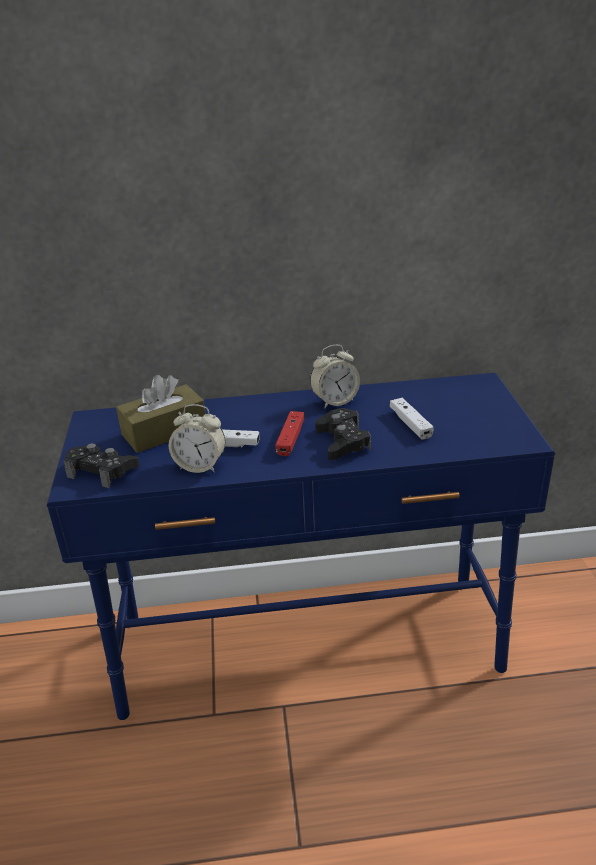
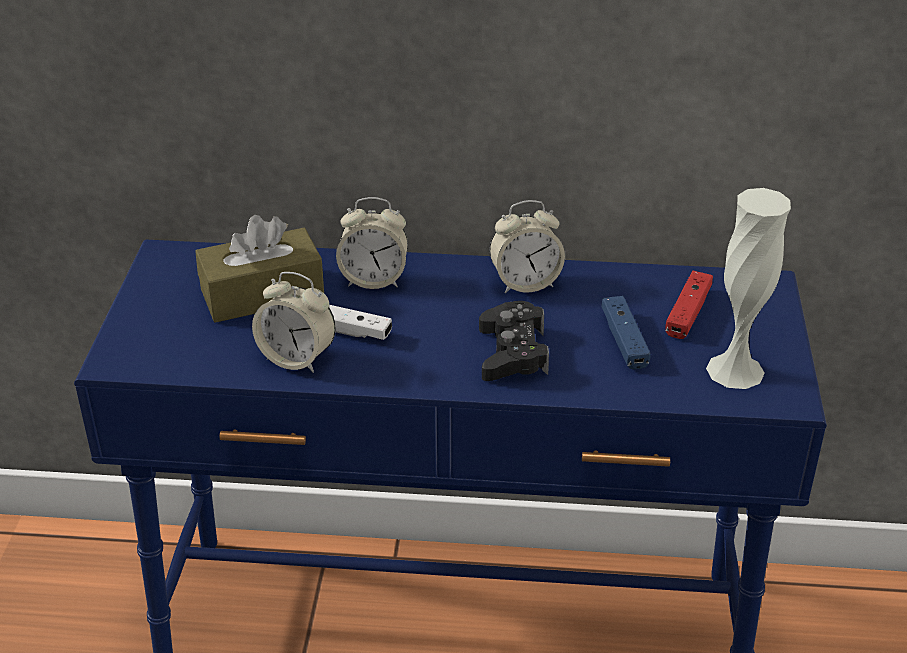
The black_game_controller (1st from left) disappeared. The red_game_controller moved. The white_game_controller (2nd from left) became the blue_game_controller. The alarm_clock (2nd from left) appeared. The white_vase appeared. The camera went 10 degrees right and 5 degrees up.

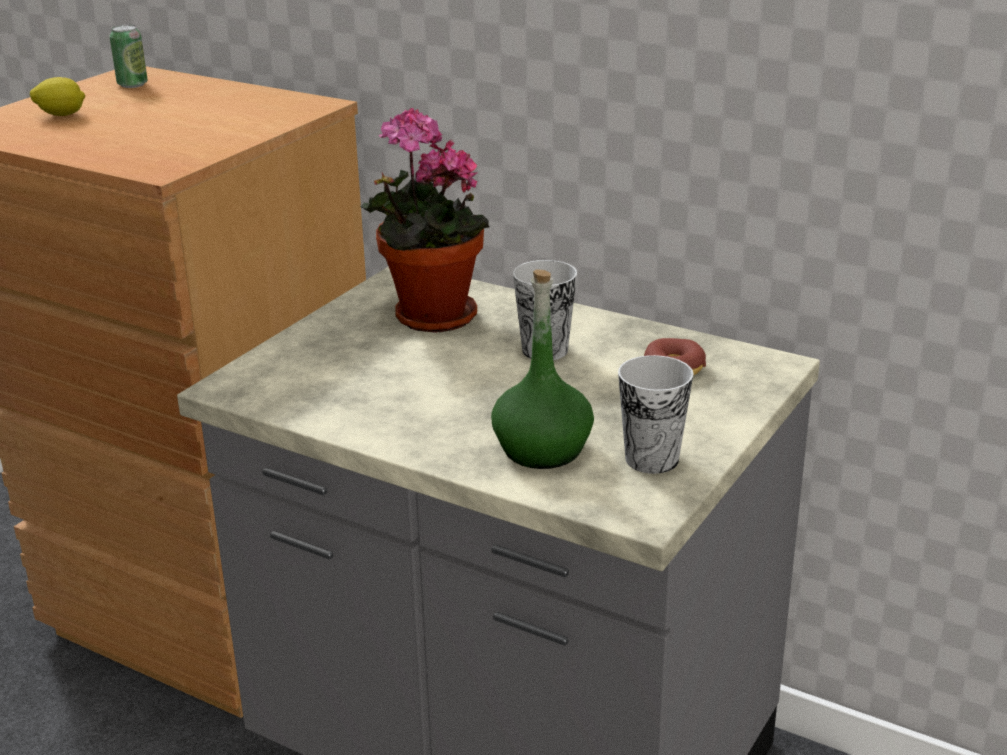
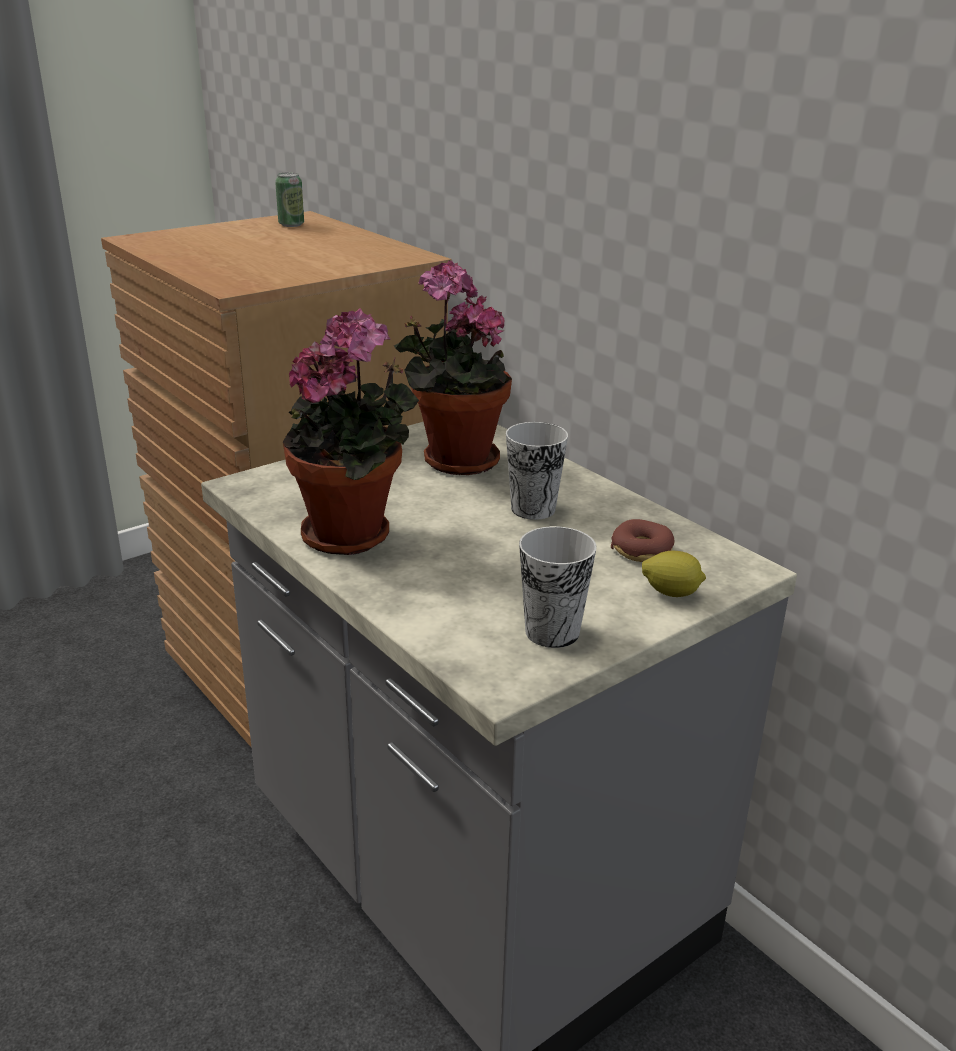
The lemon moved. The green_bottle disappeared. The potted_plant (1st from left) appeared. The camera went 20 degrees right and 0 degrees up.

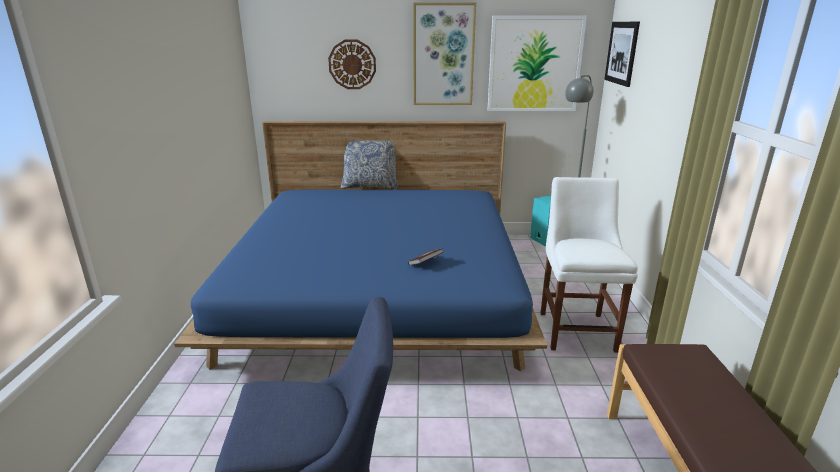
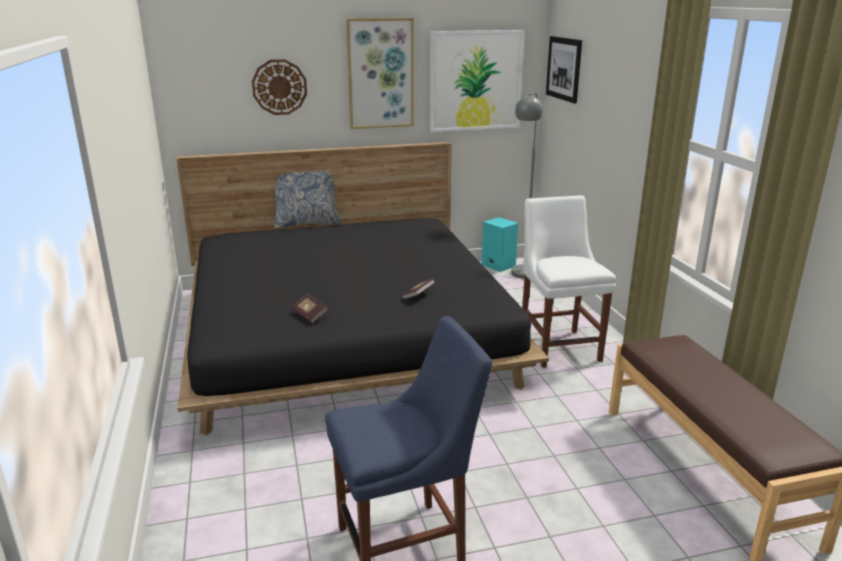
The blue_bed became the black_bed. The book (1st from left) appeared. The camera went 15 degrees left and 0 degrees up.

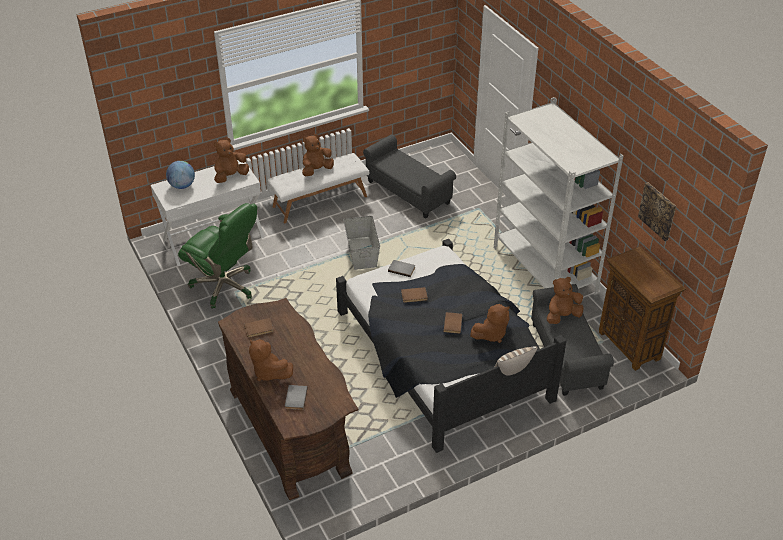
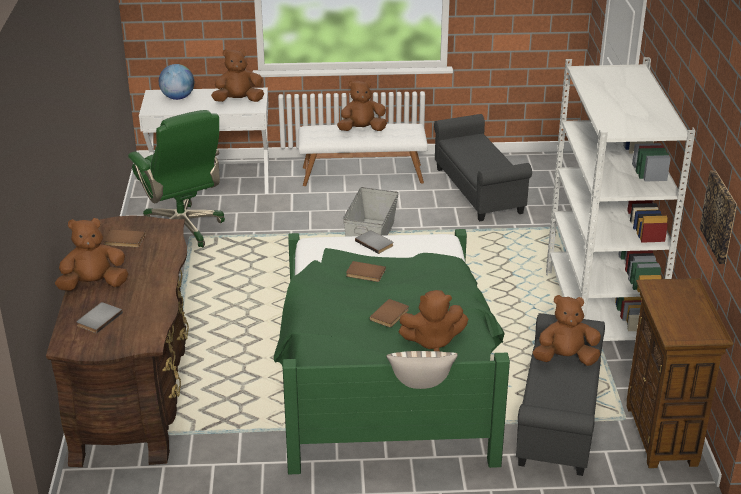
The brown_plush_toy (2nd from left in the first image) turned 90 degrees clockwise. The black_bed became the green_bed. The camera went 25 degrees right and 10 degrees down.

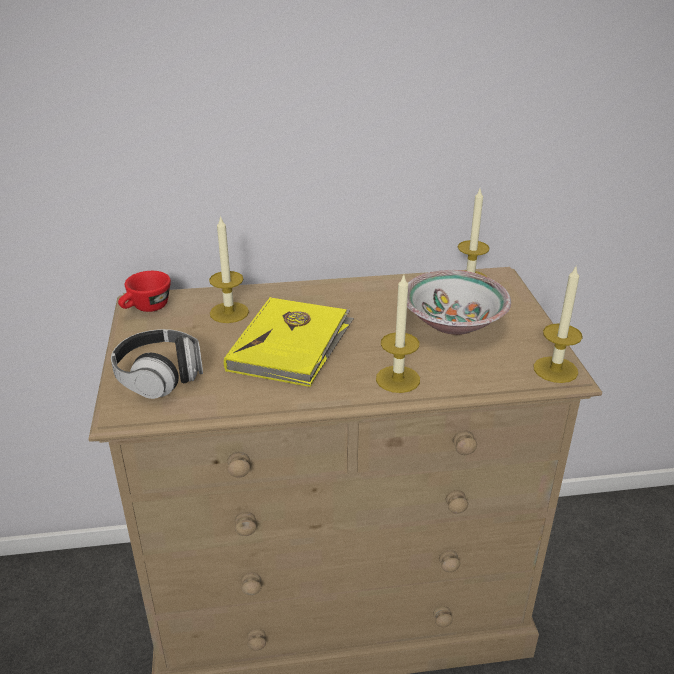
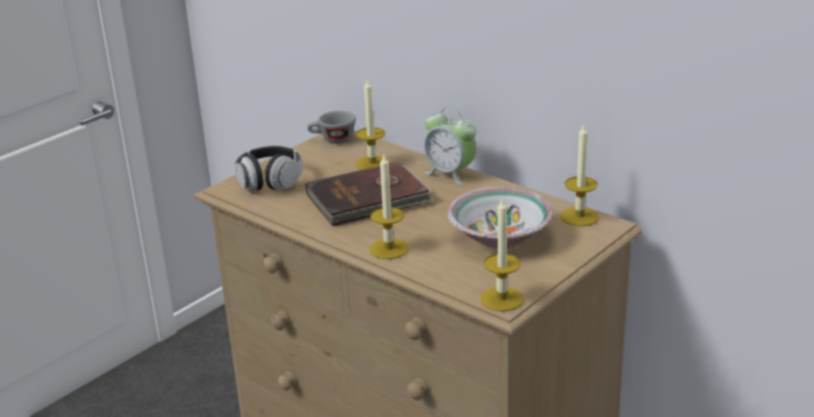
The red_cup became the grey_cup. The yellow_book became the brown_book. The alarm_clock appeared. The camera went 50 degrees right and 5 degrees down.

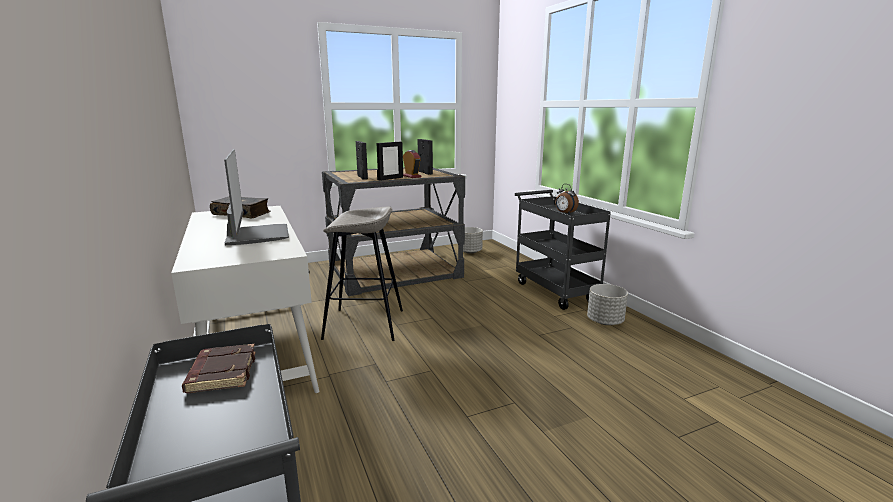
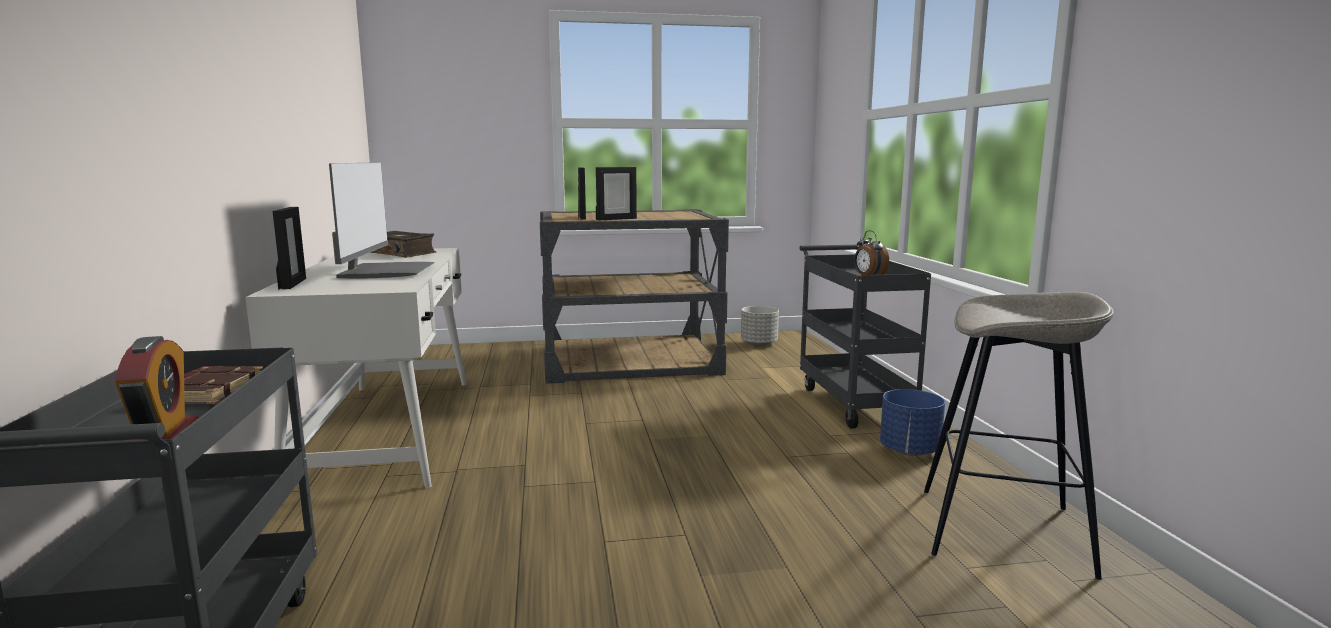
The grey_stool moved. The alarm_clock (1st from left) moved. The picture_frame (3rd from left in the first image) moved. The grey_planter (2nd from left) became the blue_planter. The camera went 15 degrees right and 5 degrees down.

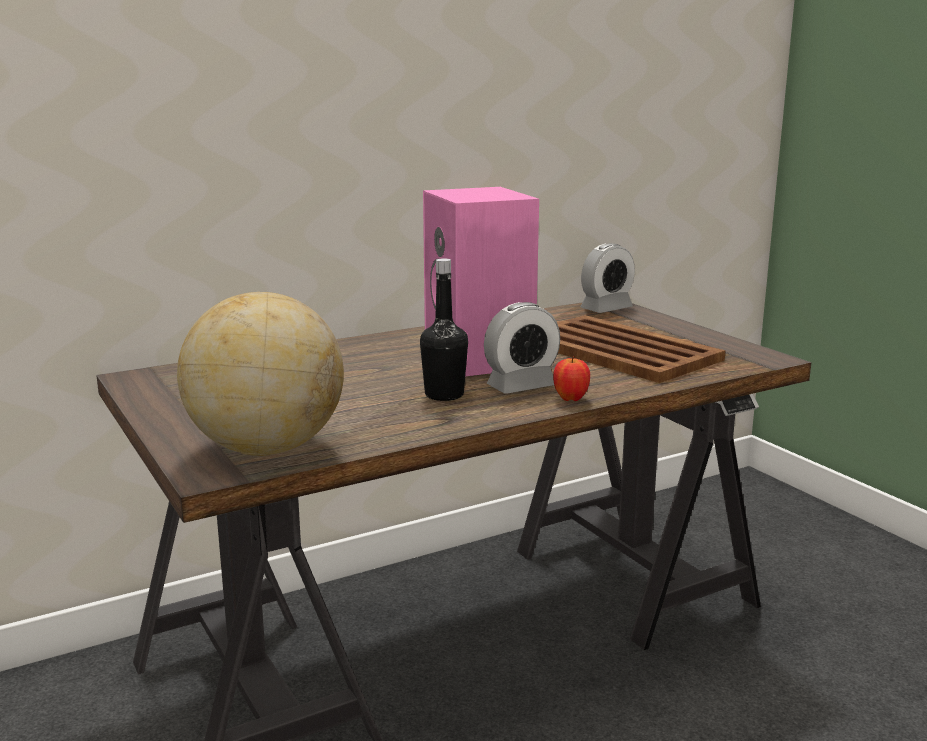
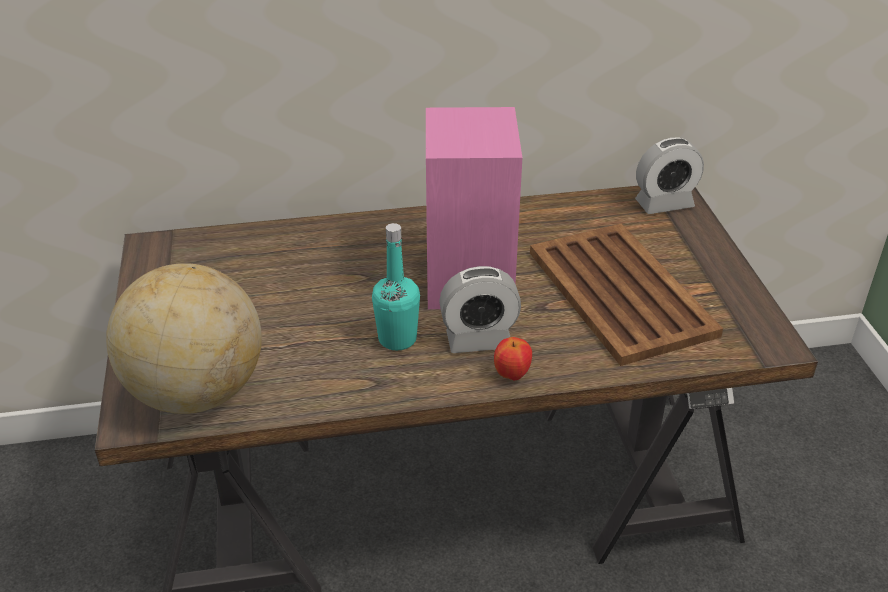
The black_bottle became the turquoise_bottle. The camera went 20 degrees right and 20 degrees up.

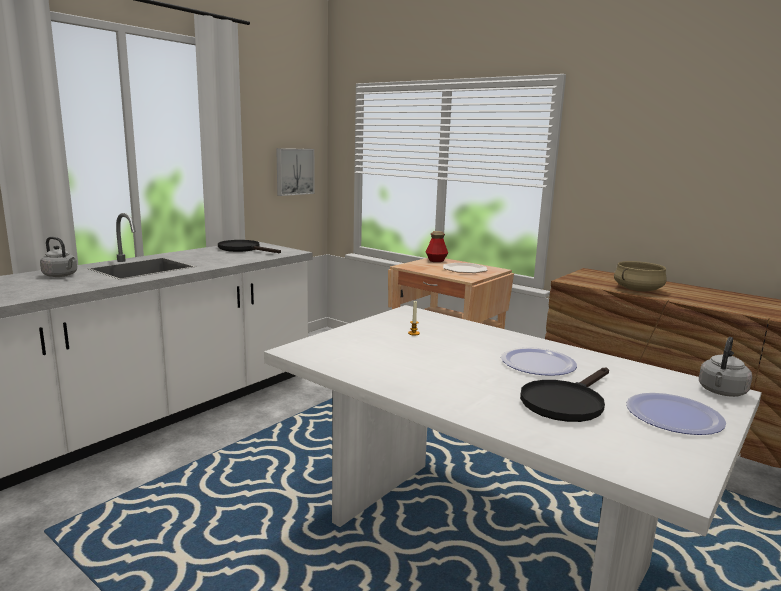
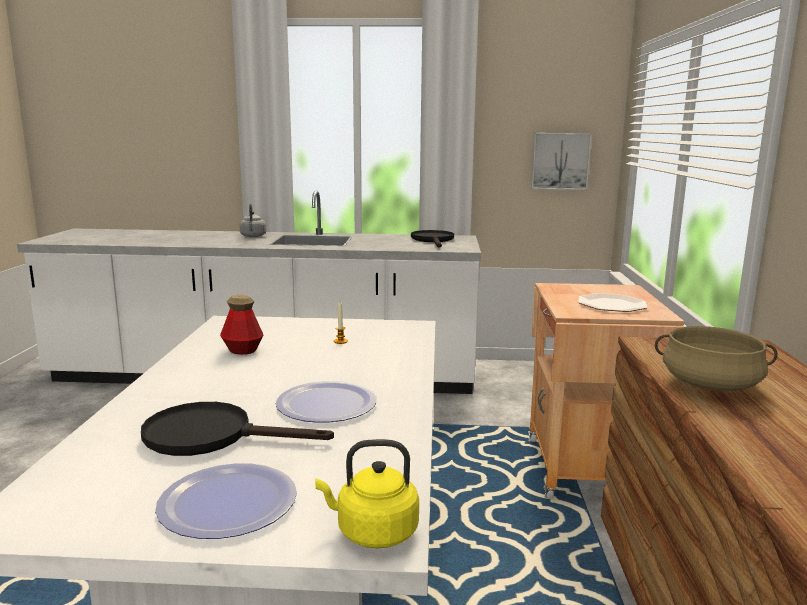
The bottle moved. The grey_kettle (2nd from left) became the yellow_kettle. The camera went 55 degrees right and 0 degrees up.

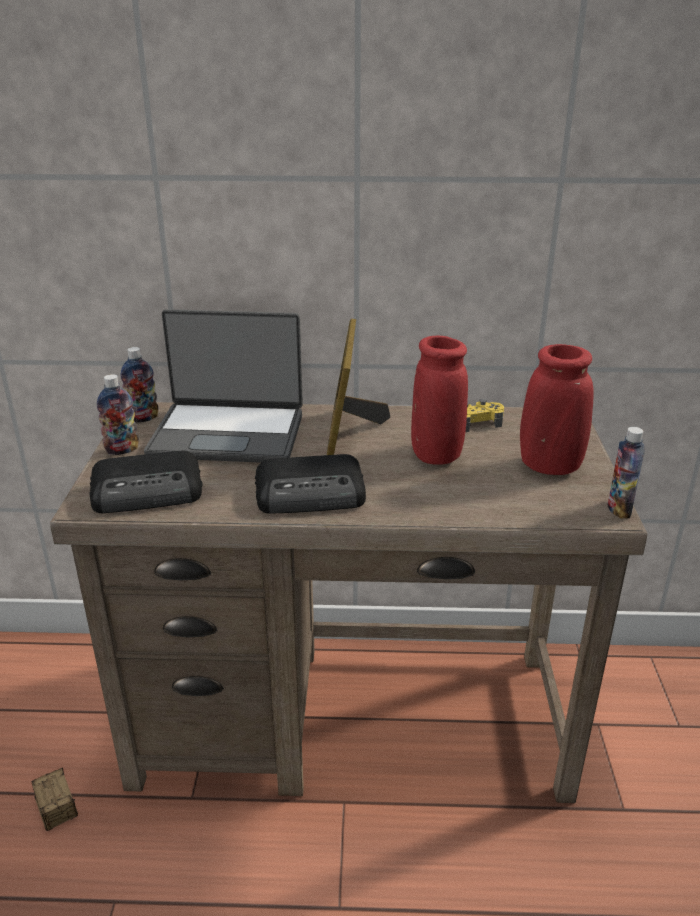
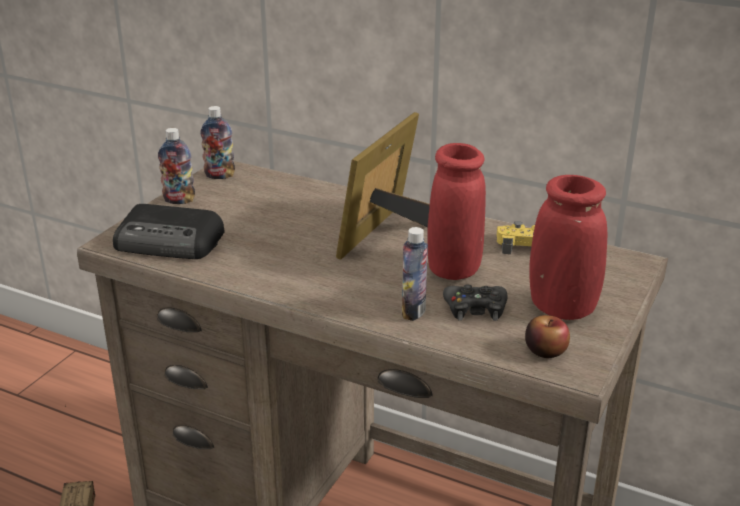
The laptop disappeared. The radio (2nd from left) disappeared. The bottle (3rd from left) moved. The black_game_controller appeared. The apple appeared. The camera went 25 degrees right and 0 degrees up.

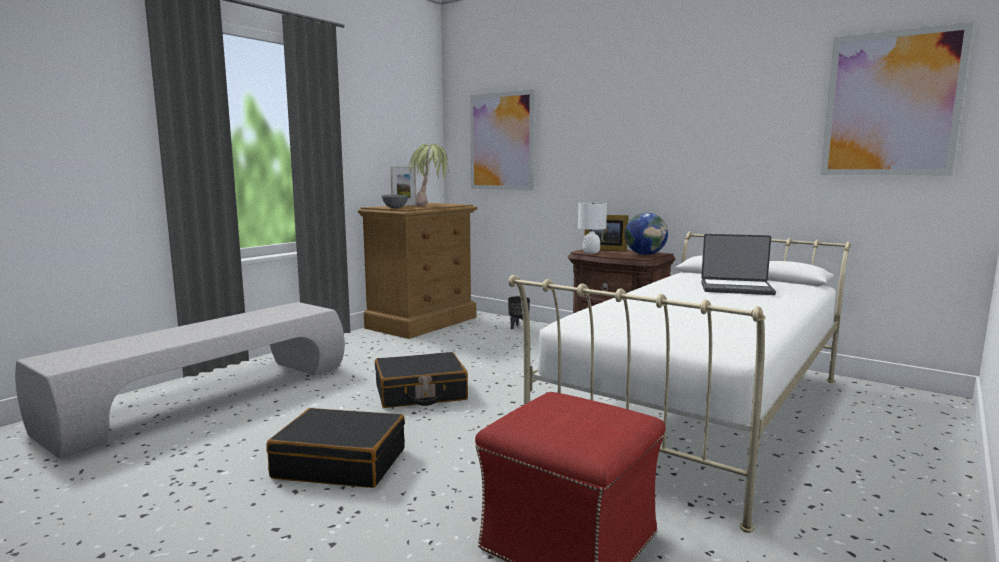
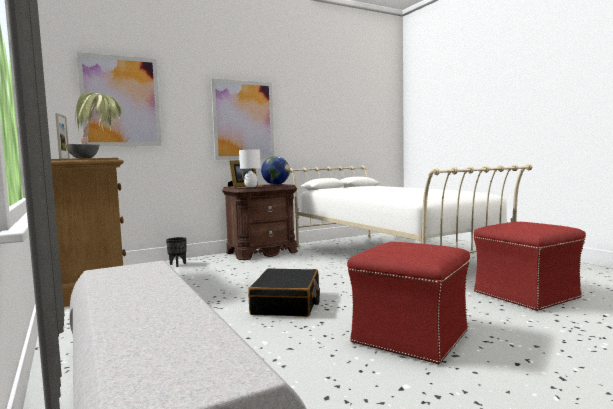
The black_suitcase (1st from left) was replaced by the red_ottoman (1st from left). The laptop disappeared. The picture (2nd from left) moved. The camera went 65 degrees left and 5 degrees down.

